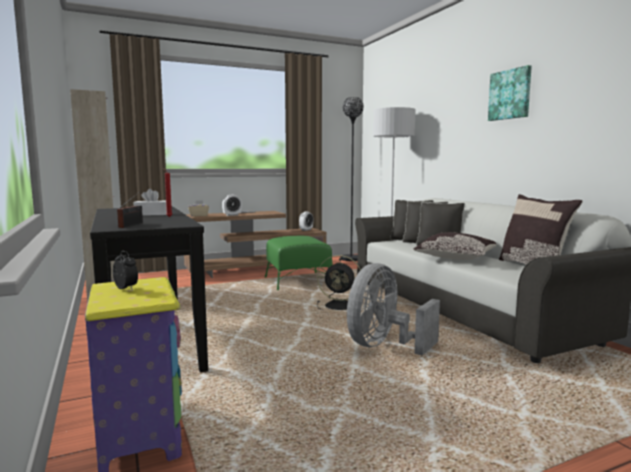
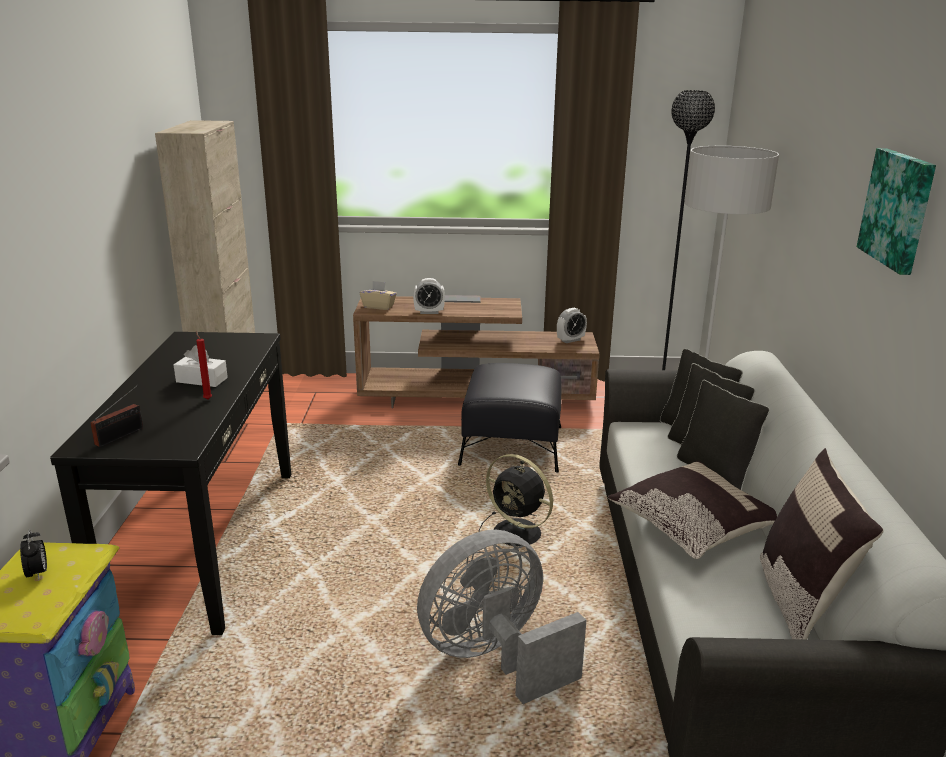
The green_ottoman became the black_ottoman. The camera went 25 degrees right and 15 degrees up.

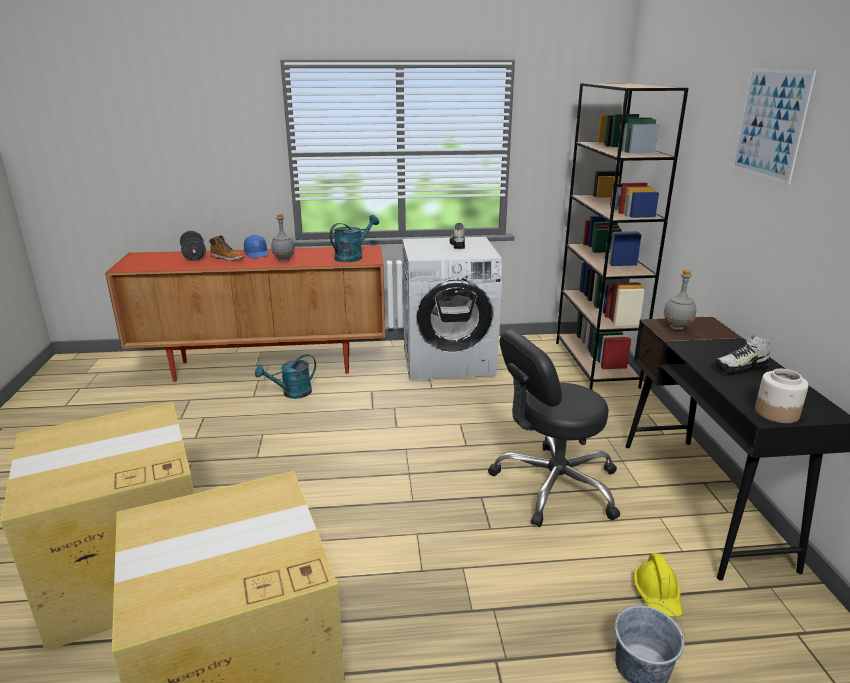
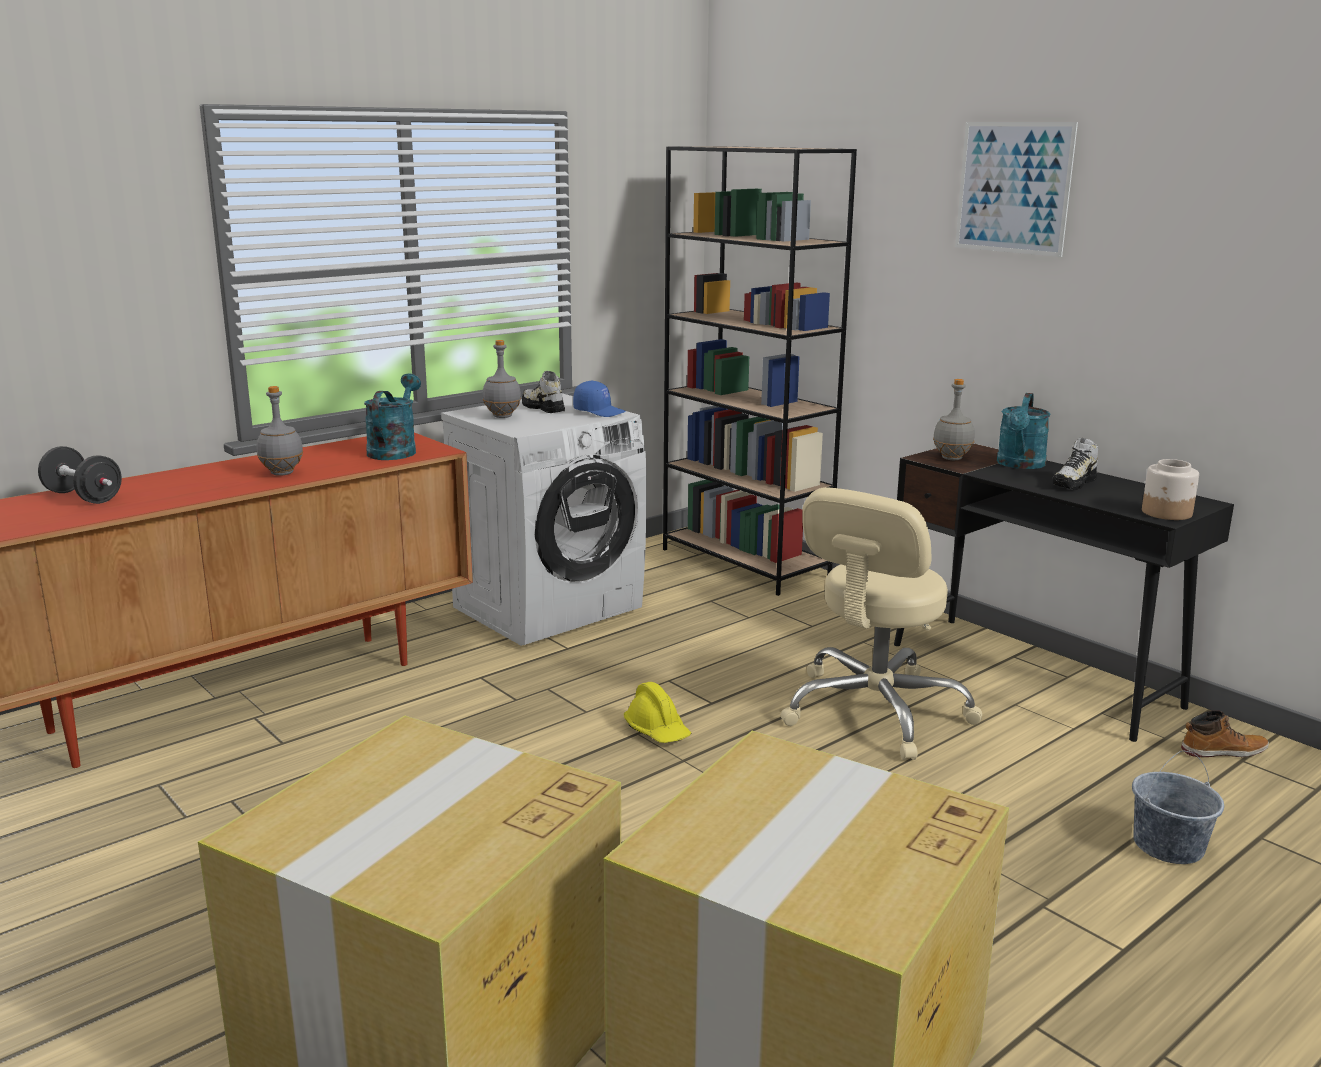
The boot moved. The blue_cap moved. The turquoise_watering_can (1st from left in the first image) moved. The black_office_chair became the beige_office_chair. The yellow_hard_hat moved. The grey_bottle (2nd from left) appeared. The camera went 35 degrees left and 5 degrees down.

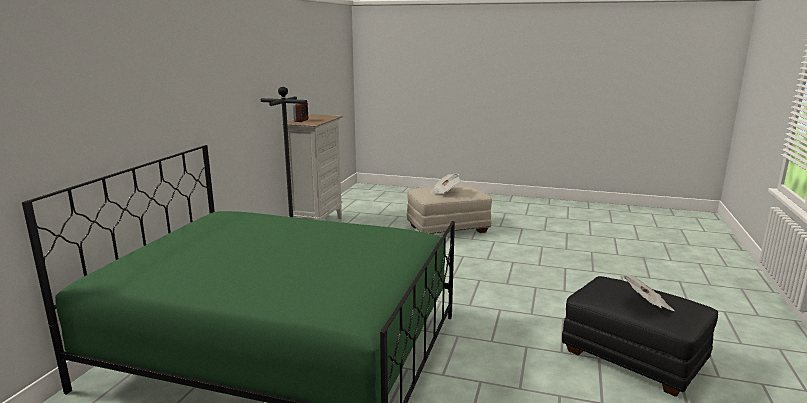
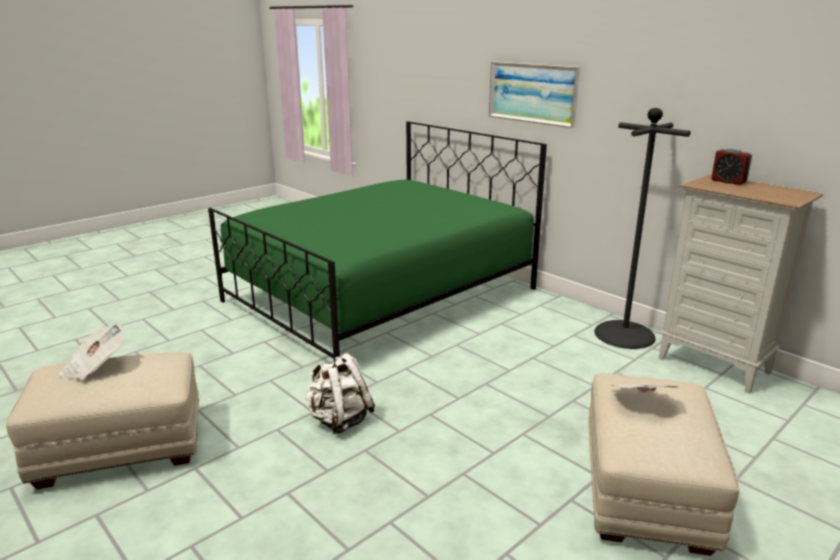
The black_ottoman became the beige_ottoman (1st from left). The white_backpack appeared. The picture appeared. The camera went 120 degrees right and 5 degrees up.

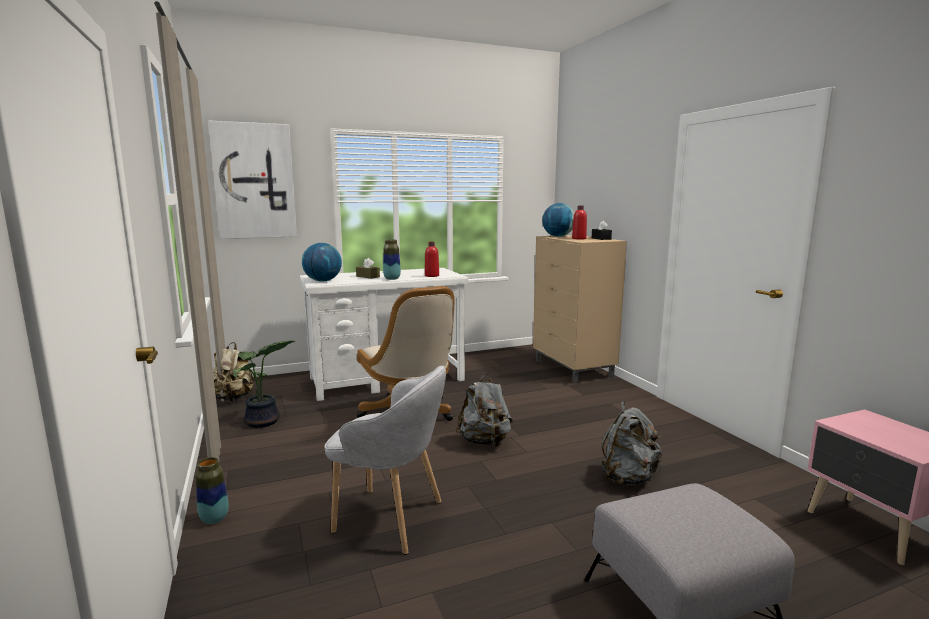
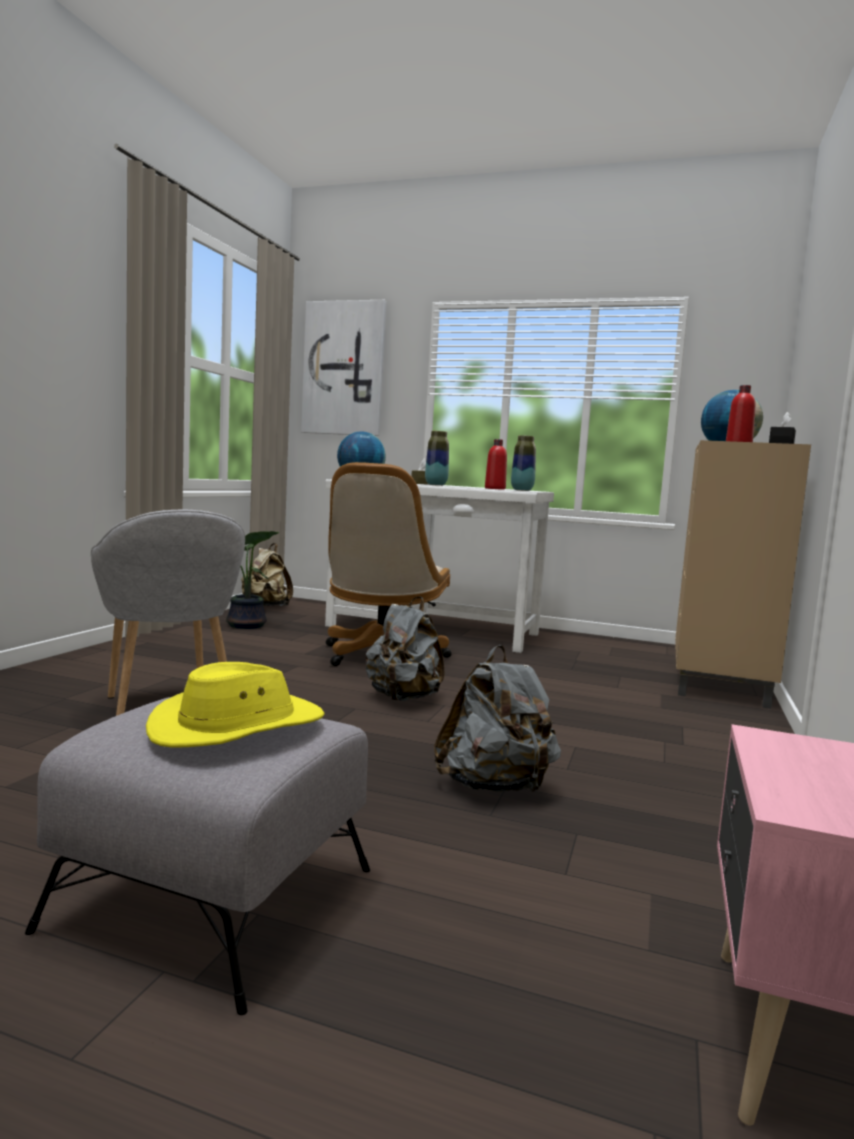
The vase (1st from left in the first image) moved. The yellow_hat appeared. The camera went 40 degrees right and 5 degrees down.

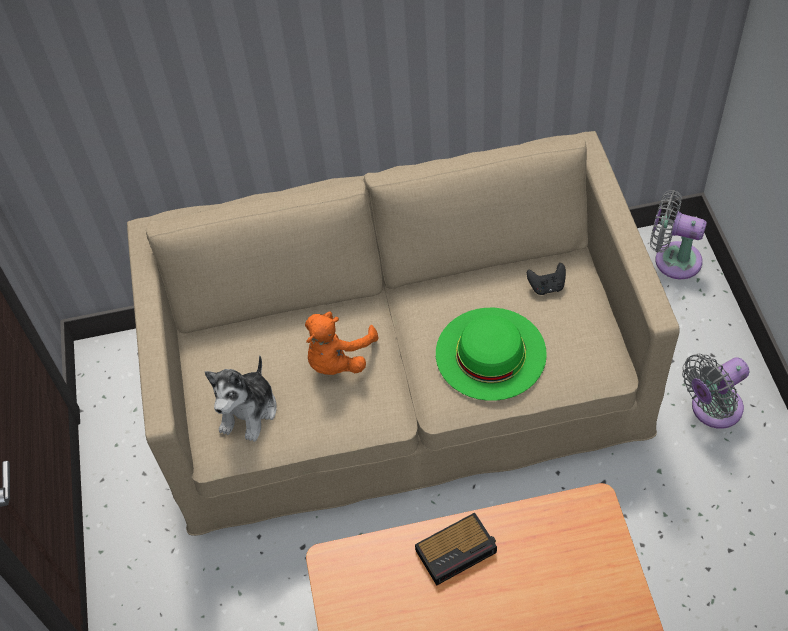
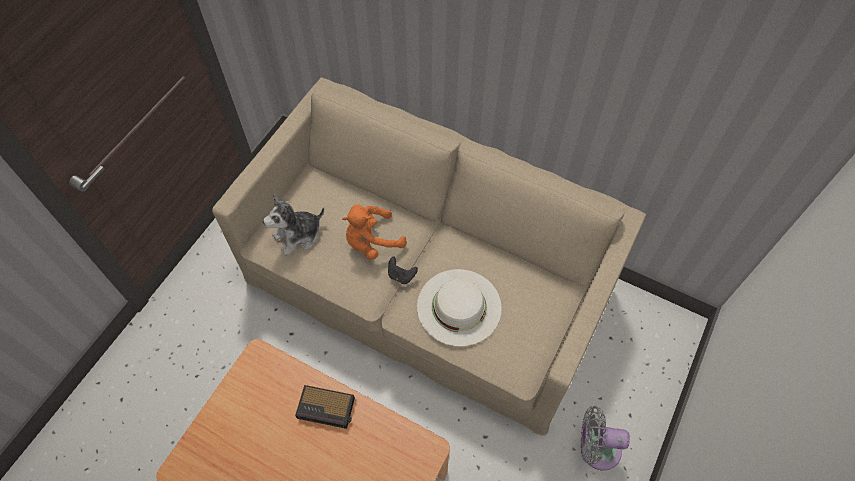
The green_hat became the white_hat. The black_game_controller moved. The grey_fan (1st from left) disappeared. The camera went 35 degrees right and 5 degrees up.

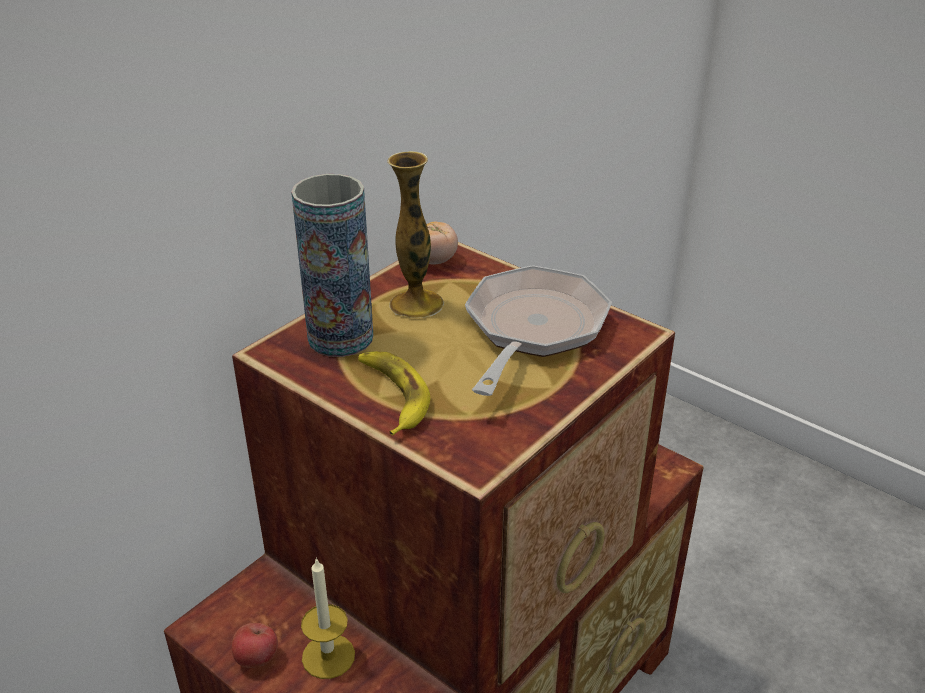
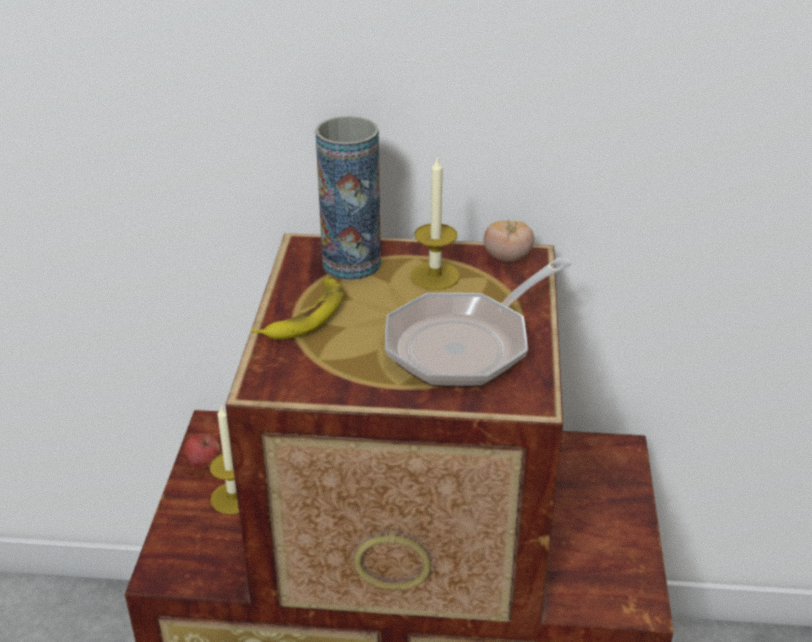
The vase (2nd from left) was replaced by the candle (2nd from left). The frying_pan turned 150 degrees clockwise. The camera went 55 degrees right and 0 degrees up.

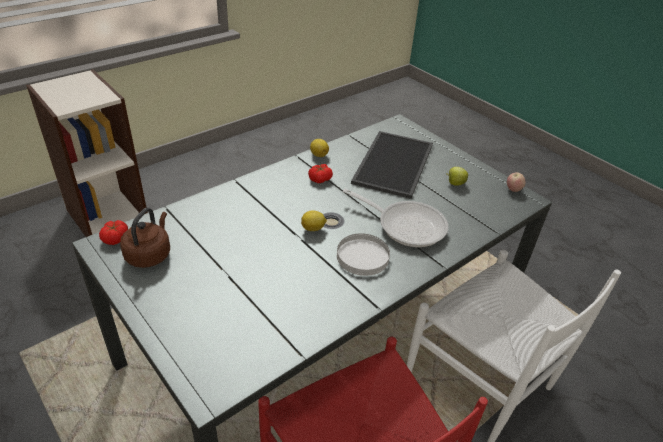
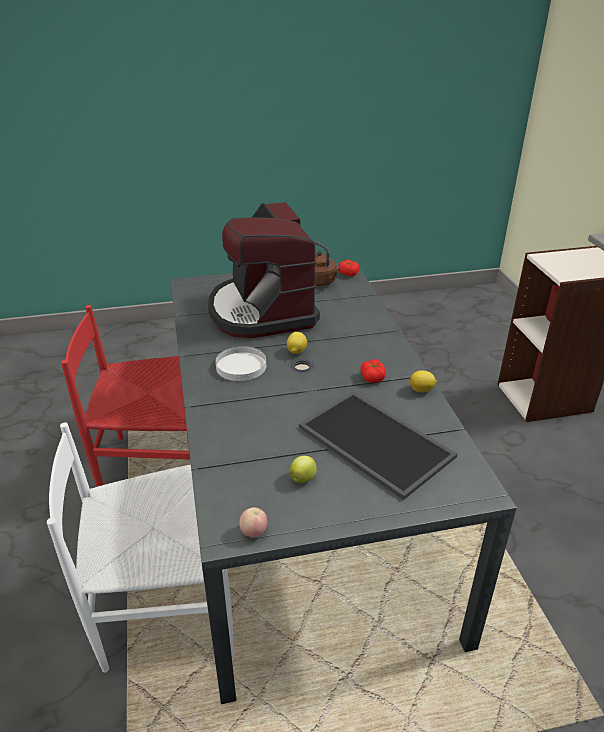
The frying_pan disappeared. The coffee_machine appeared. The camera went 120 degrees right and 5 degrees down.

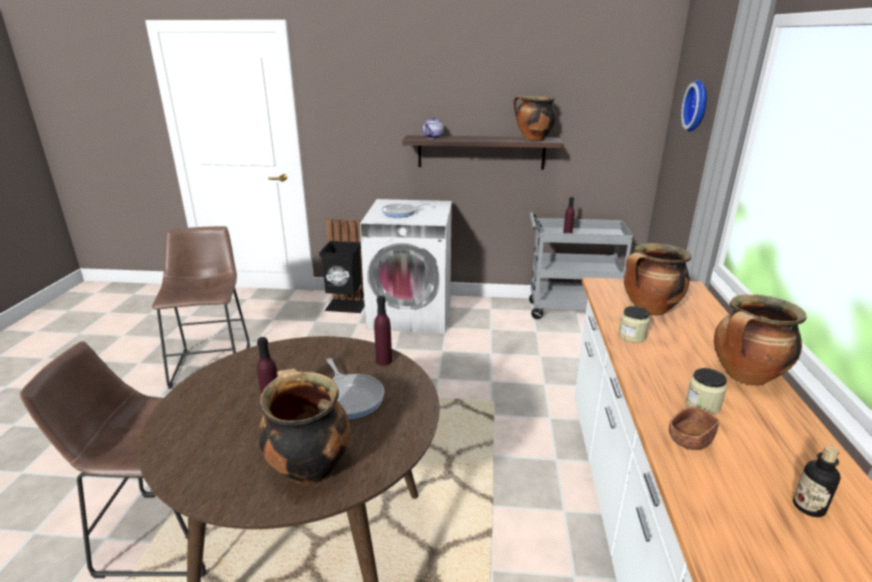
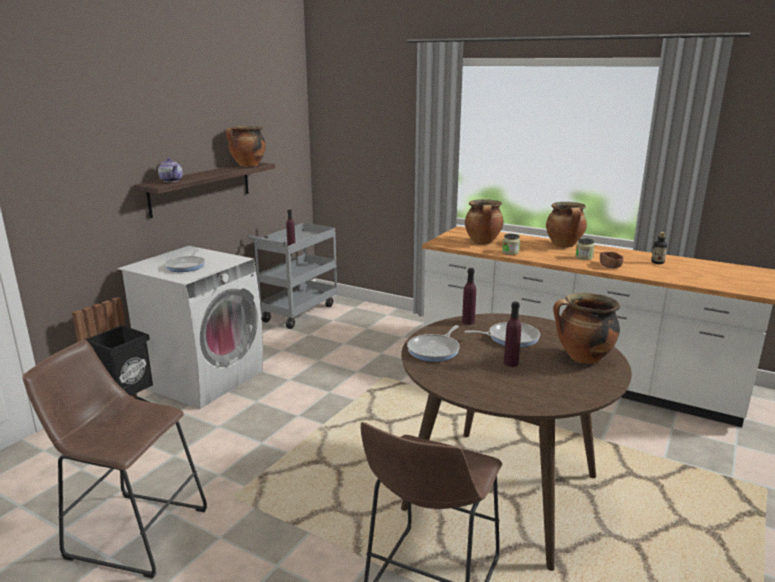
The wall_clock disappeared. The frying_pan (2nd from left) appeared. The camera went 65 degrees left and 5 degrees down.

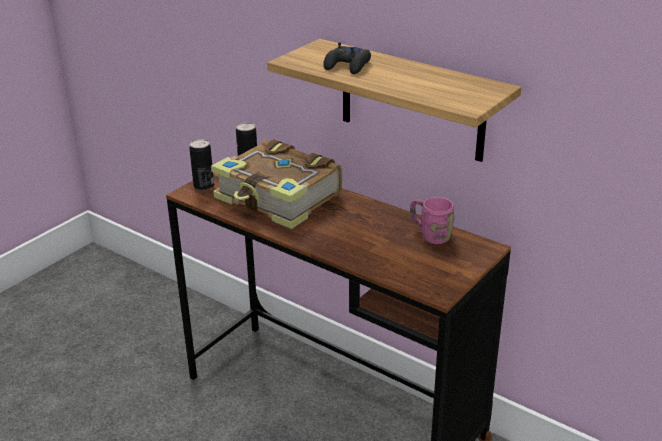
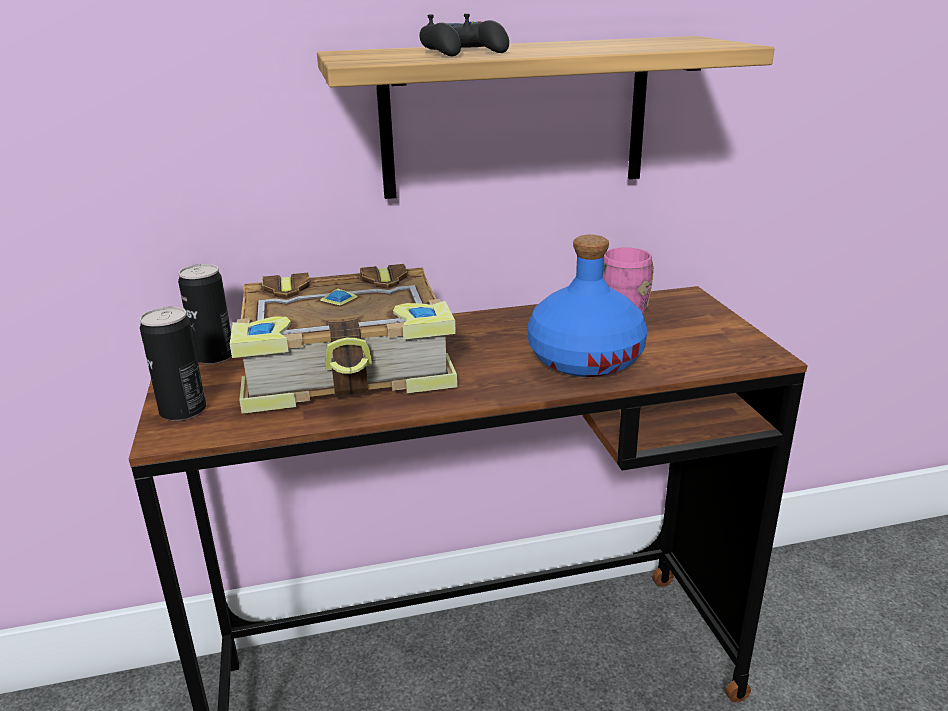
The blue_bottle appeared. The camera went 50 degrees left and 5 degrees down.

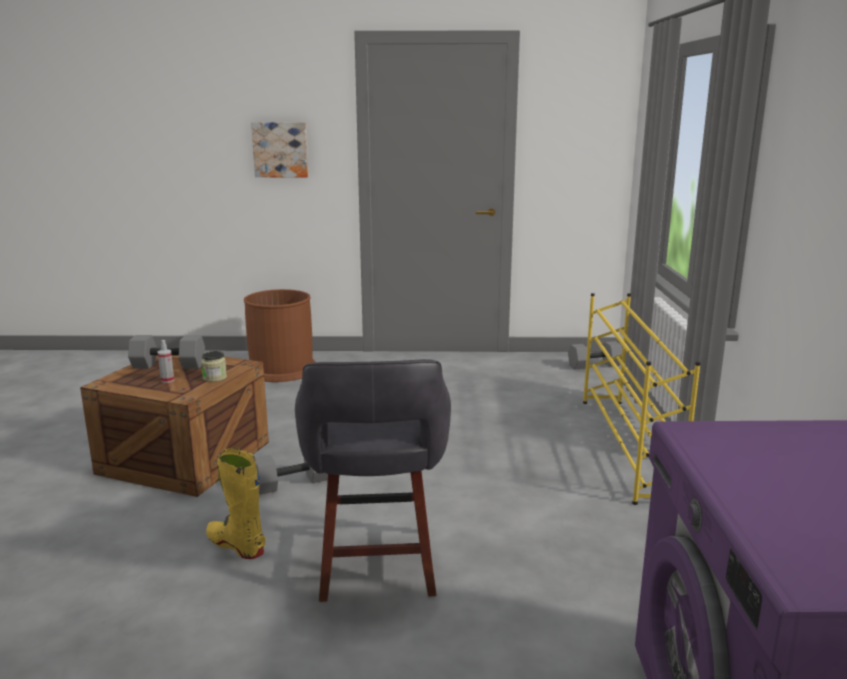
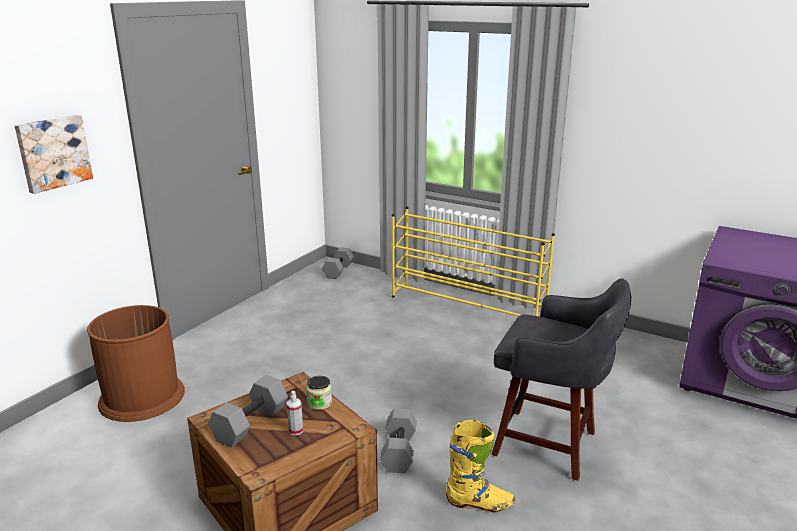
The yellow_boot turned 150 degrees counterclockwise. The camera went 60 degrees left and 5 degrees up.

